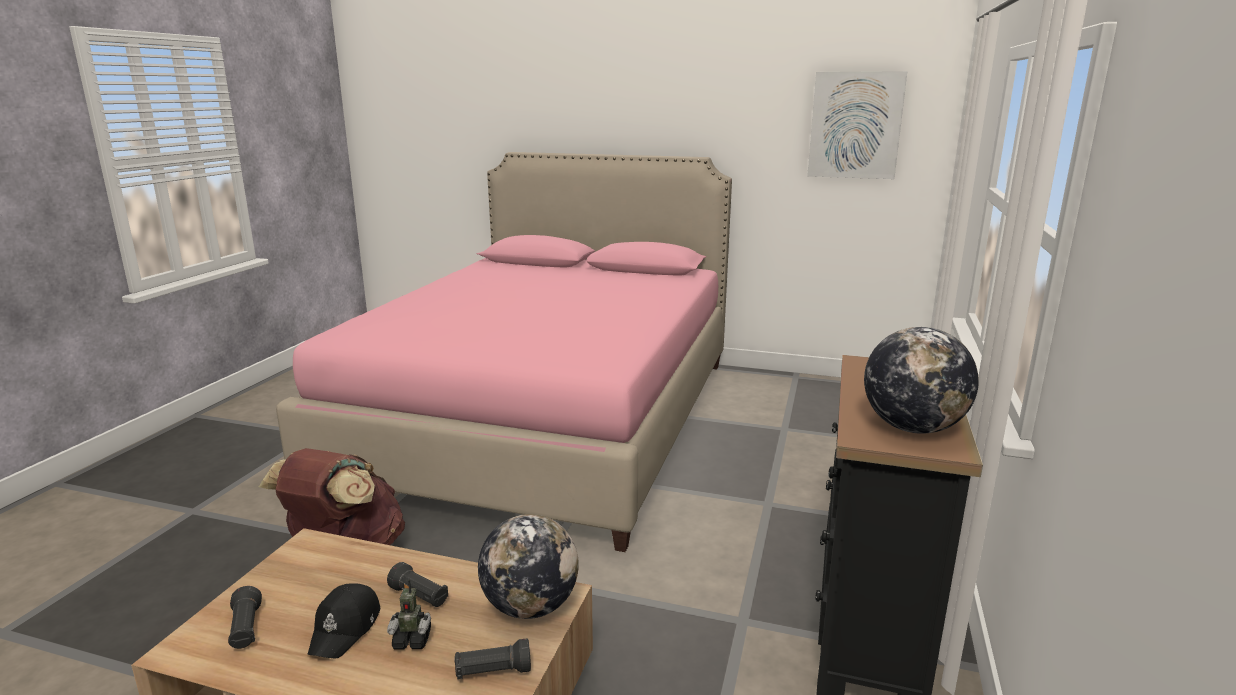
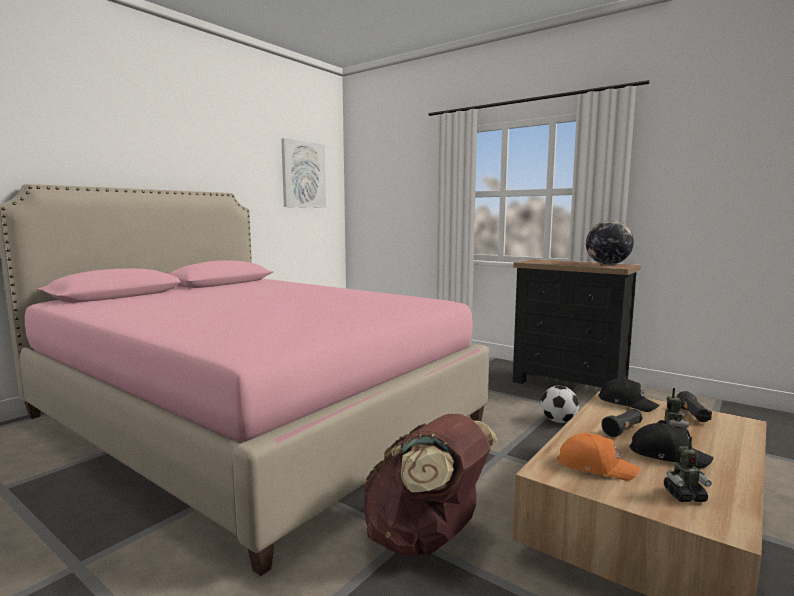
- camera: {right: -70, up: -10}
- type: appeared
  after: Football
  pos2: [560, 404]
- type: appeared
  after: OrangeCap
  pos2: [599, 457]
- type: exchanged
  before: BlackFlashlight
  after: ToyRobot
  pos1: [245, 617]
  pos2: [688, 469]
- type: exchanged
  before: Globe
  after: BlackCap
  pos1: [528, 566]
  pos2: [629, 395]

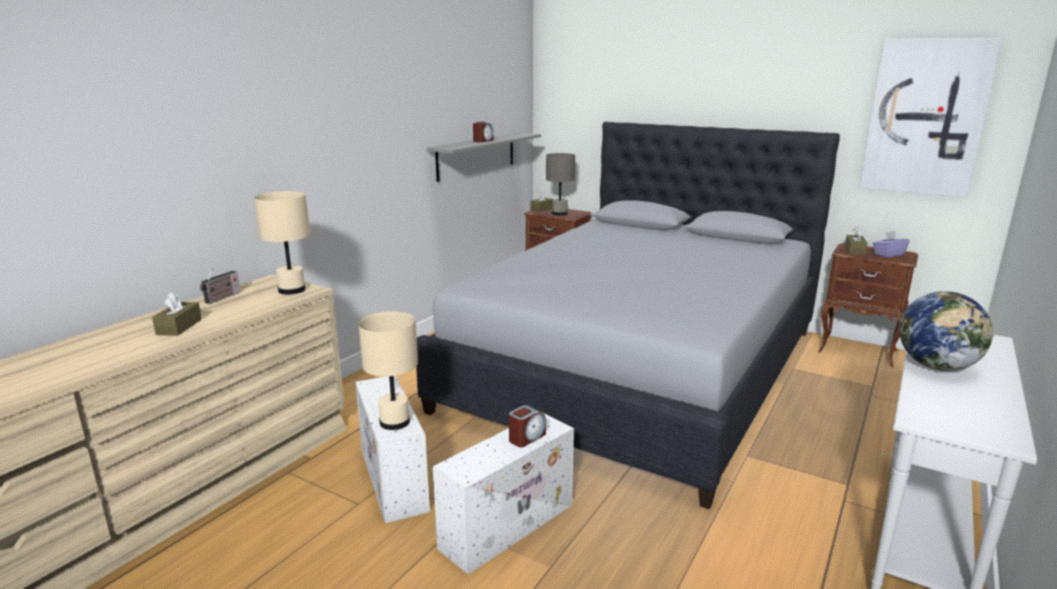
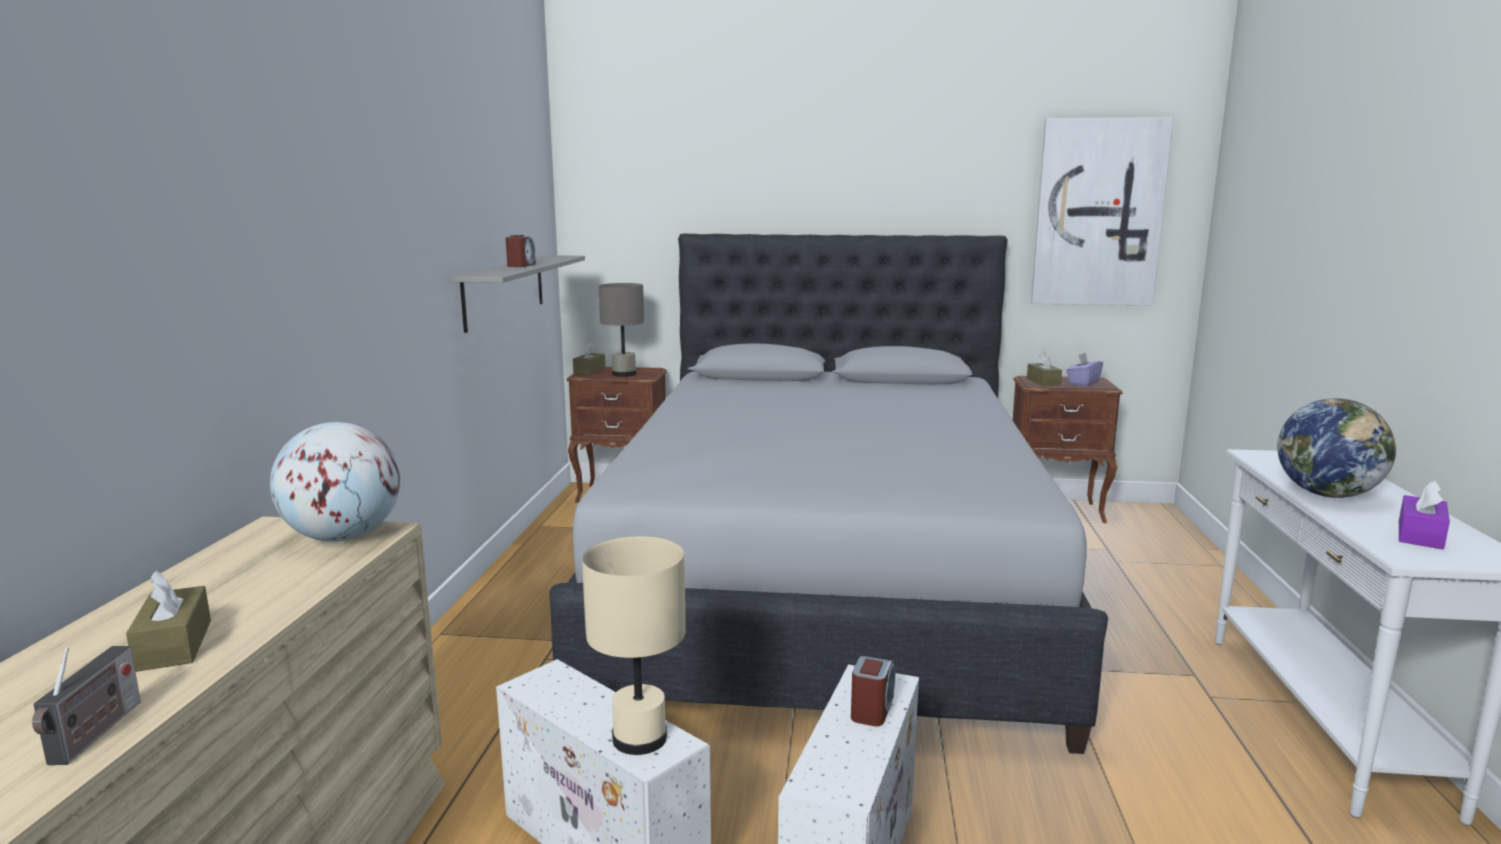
- camera: {right: -25, up: -5}
- type: appeared
  after: PurpleTissueBox
  pos2: [1424, 514]
- type: relocated
  before: Radio
  pos1: [220, 285]
  pos2: [86, 705]
- type: exchanged
  before: BeigeTableLamp
  after: Globe
  pos1: [282, 243]
  pos2: [335, 482]

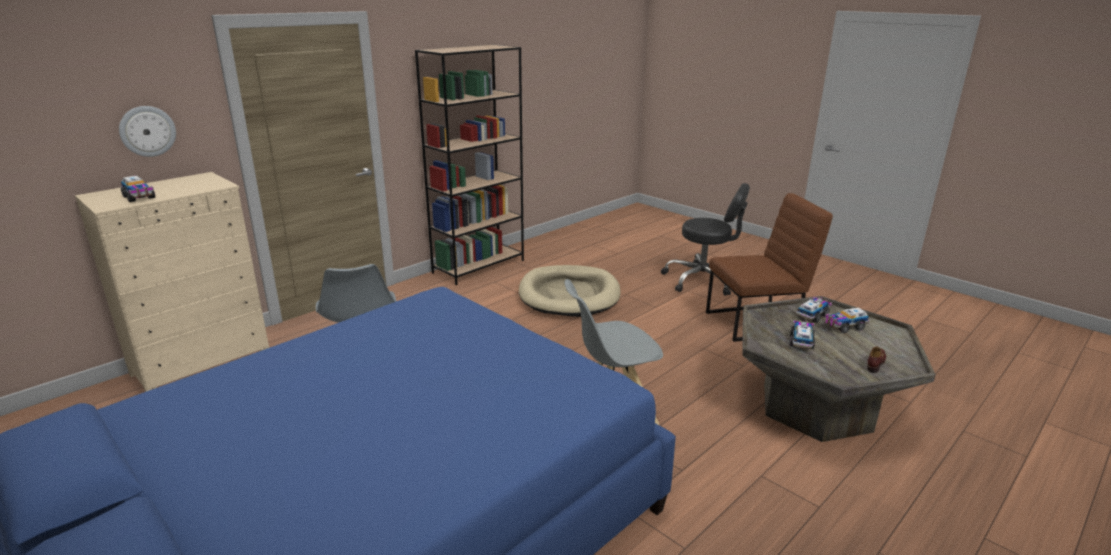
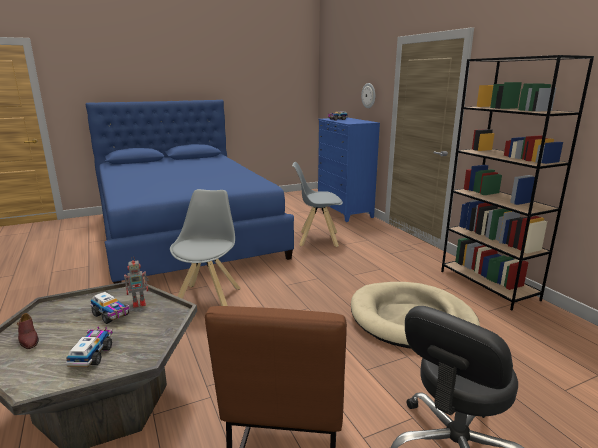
- camera: {right: 110, up: -5}
- type: missing
  before: ToyTruck
  pos1: [814, 310]
- type: appeared
  after: ToyRobot
  pos2: [136, 282]
- type: colour
  before: BeigeDresser
  after: BlueDresser
  pos1: [172, 282]
  pos2: [349, 169]

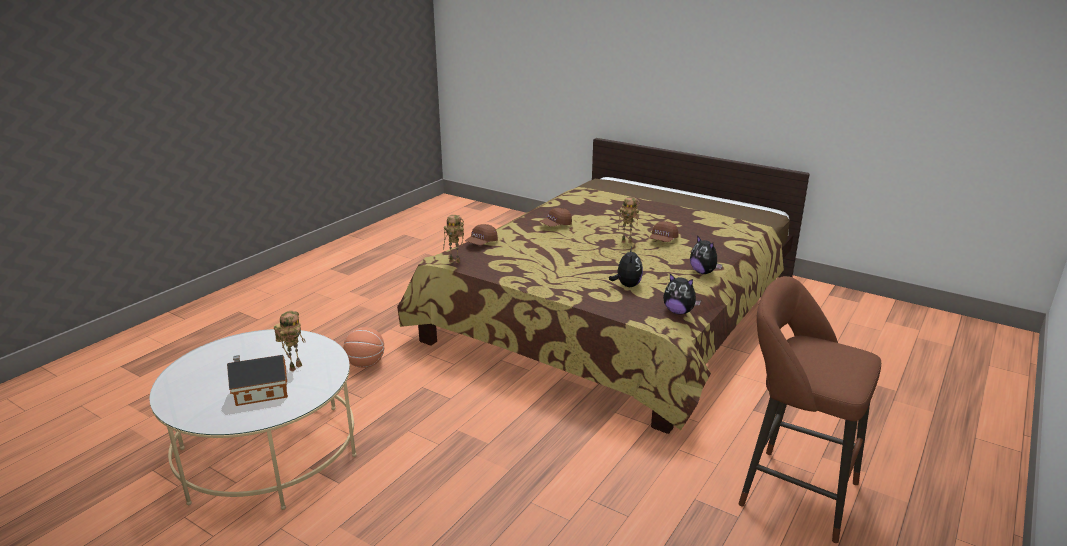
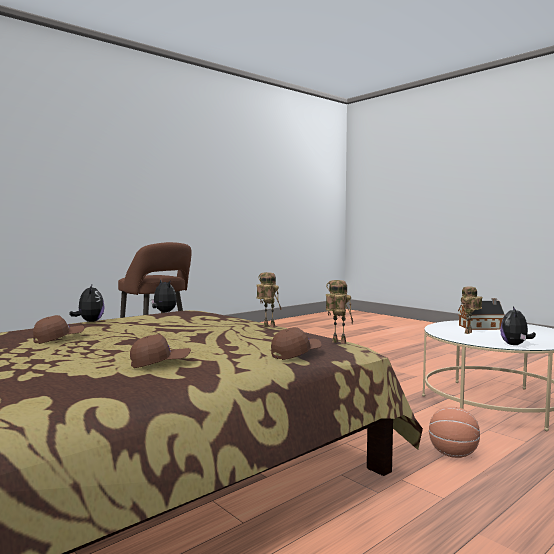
- camera: {right: -165, up: -20}
- type: relocated
  before: PlushToy
  pos1: [626, 267]
  pos2: [518, 325]
- type: relocated
  before: ToyRobot
  pos1: [629, 220]
  pos2: [269, 299]

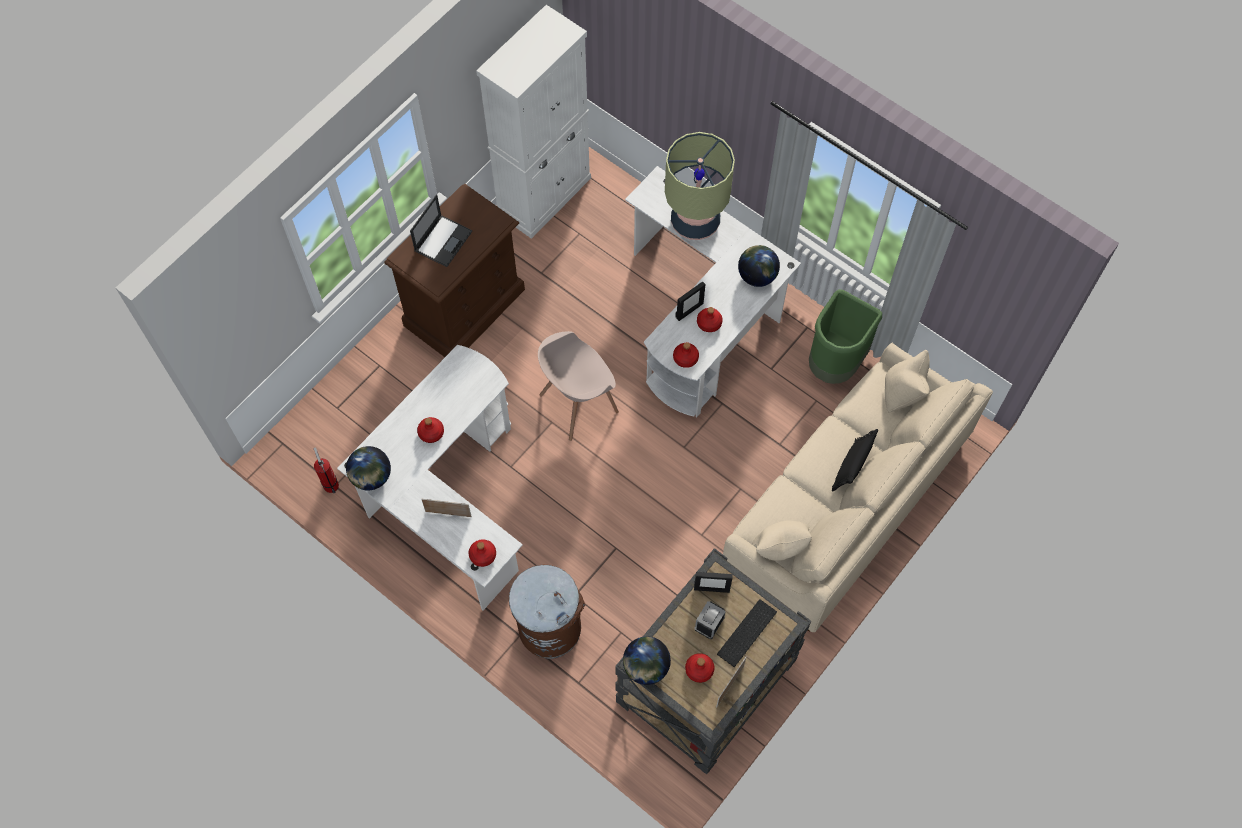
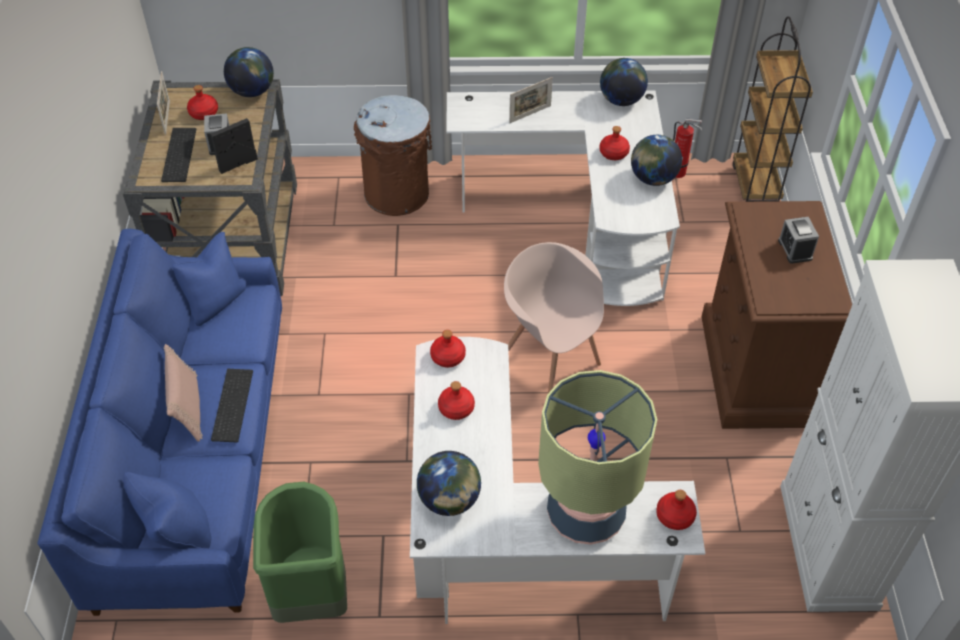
- camera: {right: 140, up: -15}
- type: missing
  before: PictureFrame
  pos1: [690, 301]
- type: appeared
  after: Keyboard
  pos2: [232, 405]
- type: appeared
  after: Globe
  pos2: [656, 160]
- type: appeared
  after: BrownCart
  pos2: [773, 109]
- type: relocated
  before: RedBottle
  pos1: [482, 553]
  pos2: [676, 510]
- type: exchanged
  before: Laptop
  after: AlarmClock
  pos1: [441, 231]
  pos2: [798, 240]
- type: colour
  before: BeigeSofa
  after: BlueSofa
  pos1: [858, 487]
  pos2: [160, 422]
- type: colour
  before: BlackPillow
  after: BeigePillow
  pos1: [855, 460]
  pos2: [183, 393]
- type: spun
  before: BeigeChair
  pos1: [578, 386]
  pos2: [554, 317]
  turn: -60

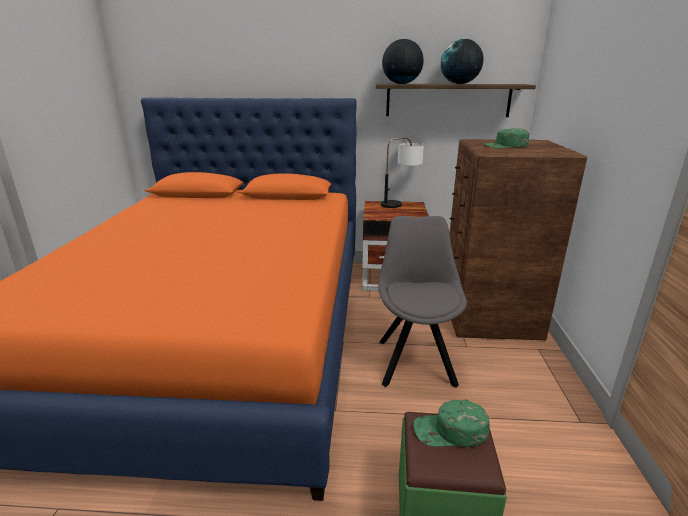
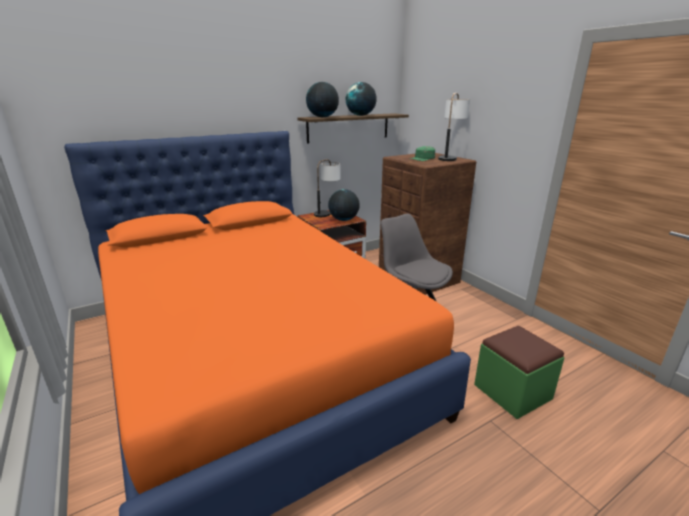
- camera: {right: -35, up: 0}
- type: missing
  before: GreenCap
  pos1: [451, 423]
- type: appeared
  after: Globe
  pos2: [344, 205]
- type: appeared
  after: TableLamp
  pos2: [454, 127]

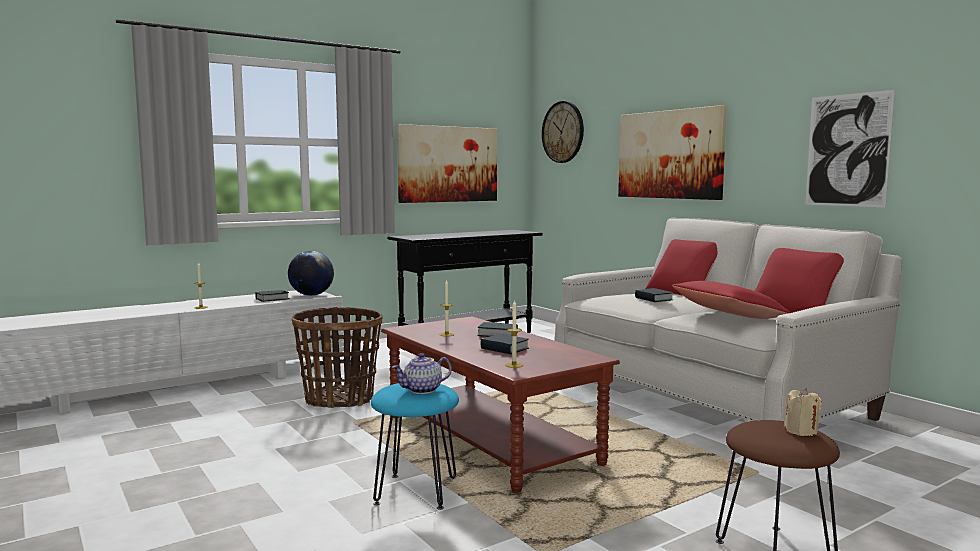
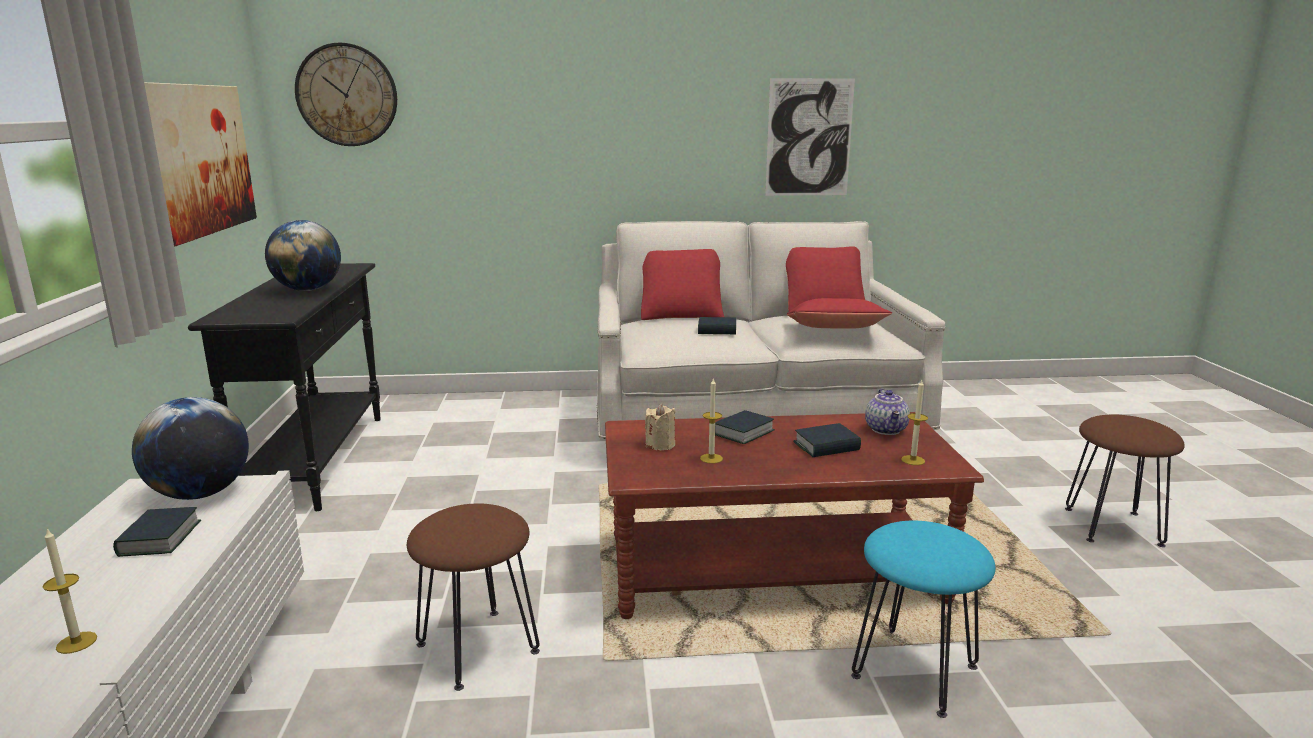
- camera: {right: -60, up: 10}
- type: missing
  before: Picture
  pos1: [672, 152]
- type: appeared
  after: Globe
  pos2: [303, 255]
- type: relocated
  before: Teapot
  pos1: [422, 373]
  pos2: [887, 411]
- type: relocated
  before: BeigeCandle
  pos1: [803, 412]
  pos2: [660, 427]
- type: exchanged
  before: Basket
  after: BrownStool
  pos1: [337, 357]
  pos2: [473, 597]

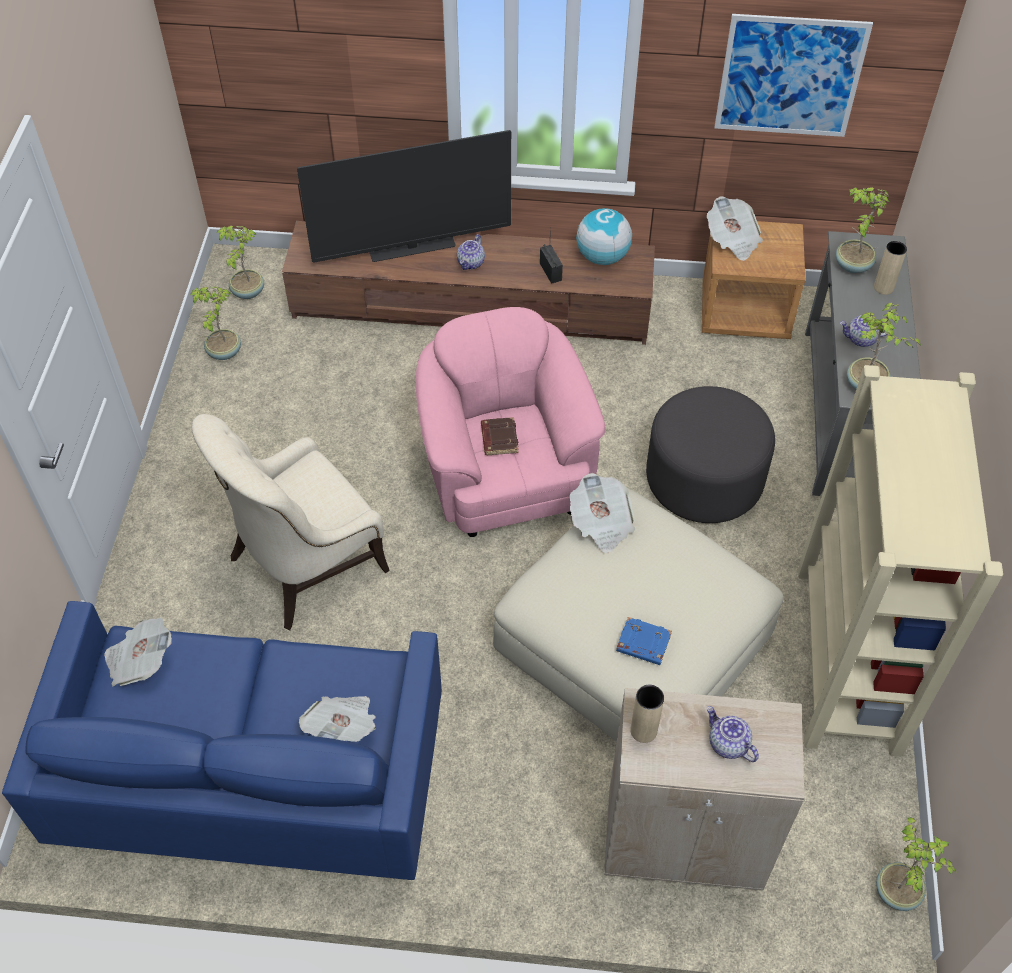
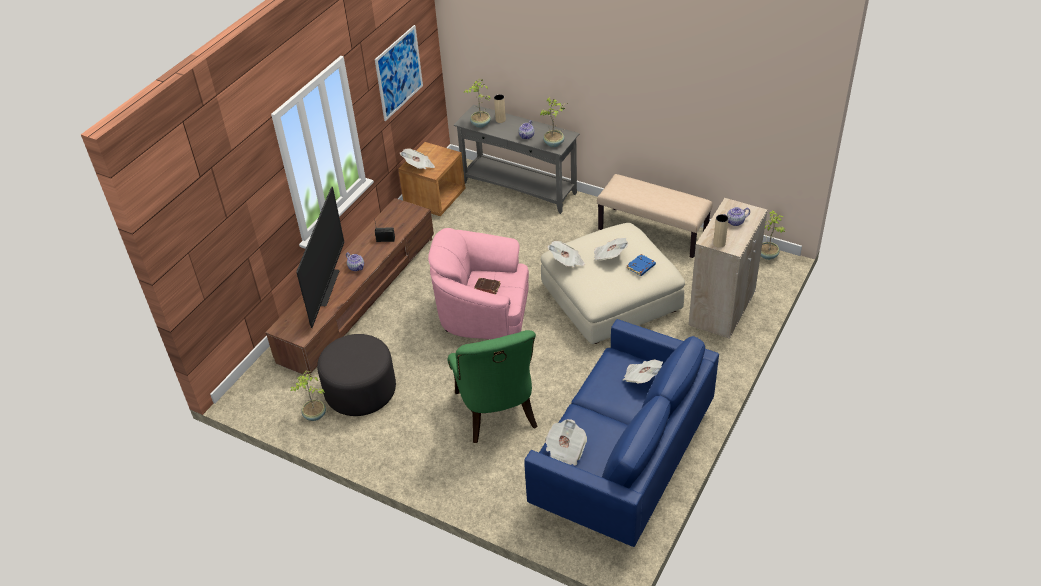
- camera: {right: -65, up: -10}
- type: missing
  before: PottedPlant
  pos1: [240, 262]
- type: missing
  before: Globe
  pos1: [604, 236]
- type: appeared
  after: Newspaper
  pos2: [611, 249]
- type: relocated
  before: GreyOttoman
  pos1: [710, 454]
  pos2: [356, 375]
- type: exchanged
  before: BeigeBookcase
  after: BeigeBench
  pos1: [900, 561]
  pos2: [654, 216]
- type: colour
  before: BeigeArmchair
  after: GreenArmchair
  pos1: [291, 522]
  pos2: [493, 386]

